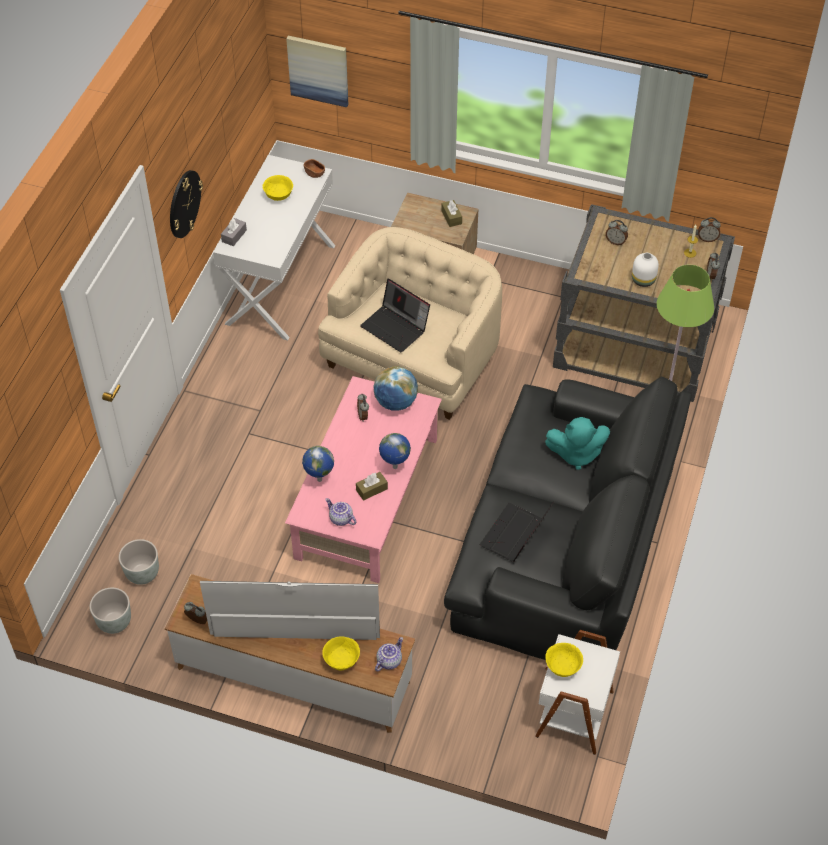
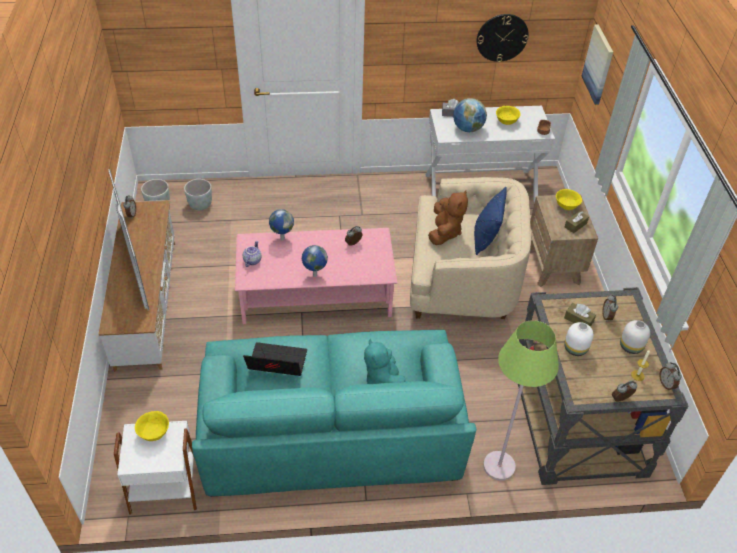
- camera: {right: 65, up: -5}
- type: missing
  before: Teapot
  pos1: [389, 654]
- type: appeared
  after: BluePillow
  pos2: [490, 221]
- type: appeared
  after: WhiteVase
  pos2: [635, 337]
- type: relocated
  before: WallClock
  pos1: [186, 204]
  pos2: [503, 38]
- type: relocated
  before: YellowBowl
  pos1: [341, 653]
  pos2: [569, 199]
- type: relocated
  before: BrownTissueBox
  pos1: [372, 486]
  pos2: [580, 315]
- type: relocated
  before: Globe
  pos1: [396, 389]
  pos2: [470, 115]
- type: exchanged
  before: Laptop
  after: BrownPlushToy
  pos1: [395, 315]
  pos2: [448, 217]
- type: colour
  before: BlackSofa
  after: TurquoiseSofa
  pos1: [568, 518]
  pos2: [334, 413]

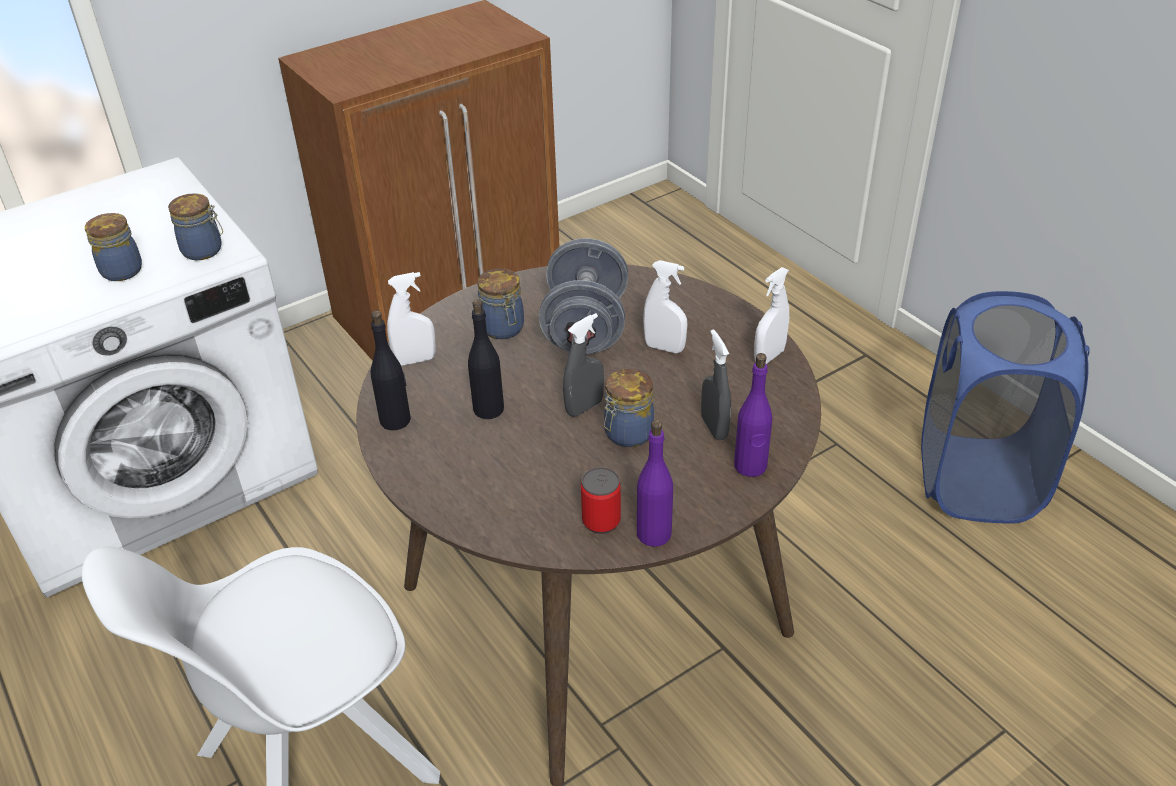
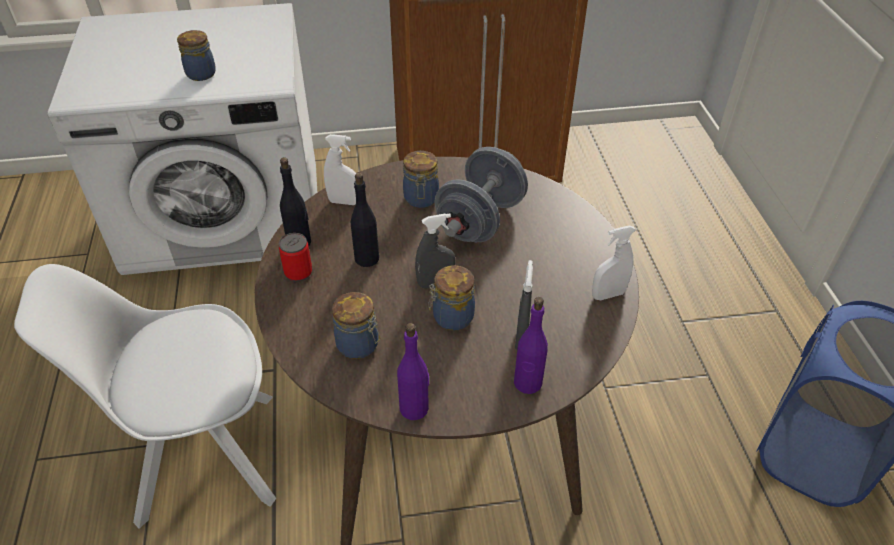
- camera: {right: 25, up: 5}
- type: missing
  before: WhiteSprayBottle
  pos1: [665, 306]
- type: relocated
  before: Jar
  pos1: [195, 226]
  pos2: [356, 325]
- type: relocated
  before: Can
  pos1: [601, 500]
  pos2: [295, 257]

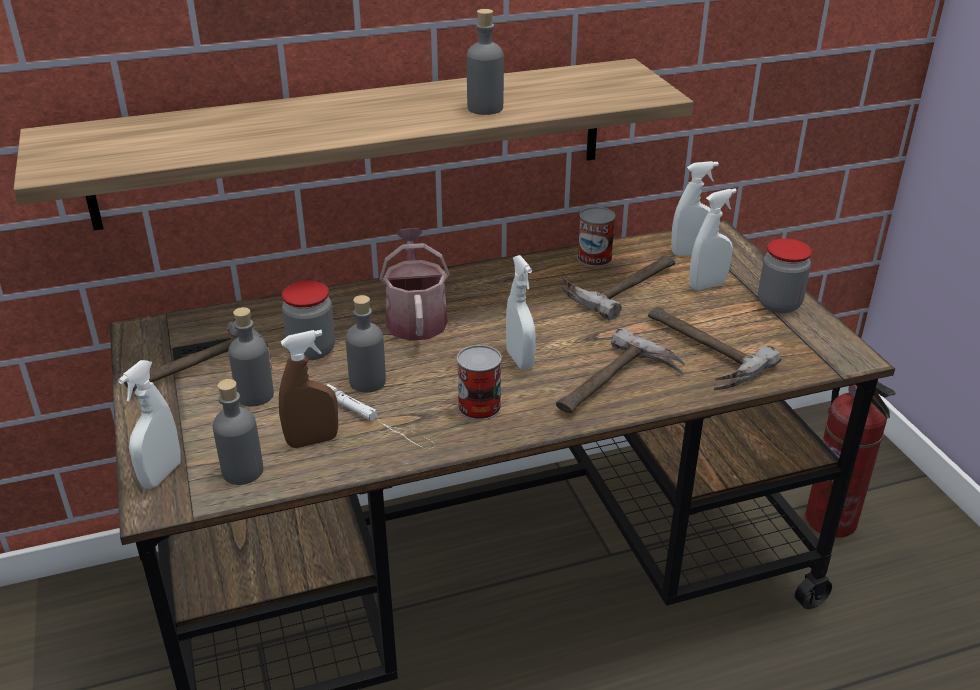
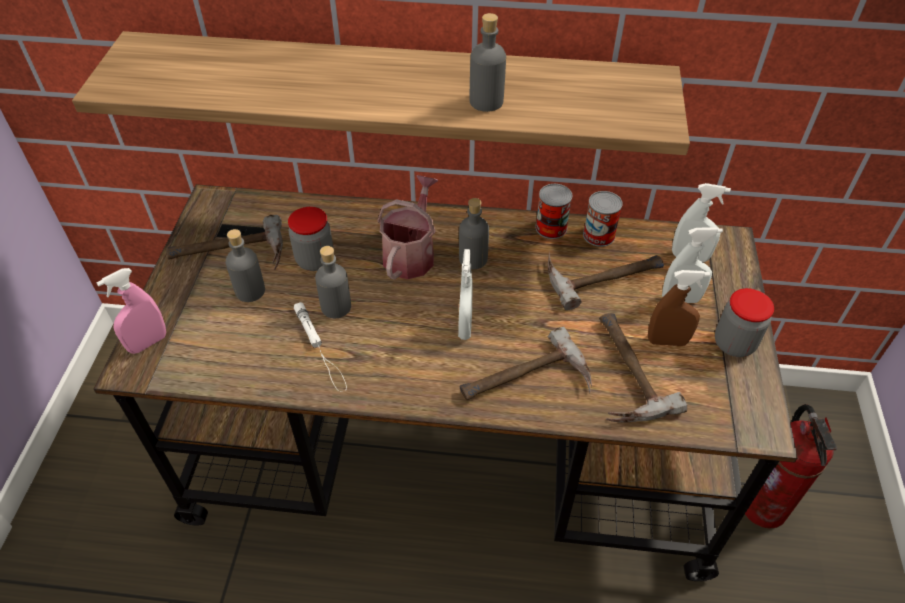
- camera: {right: 25, up: 15}
- type: relocated
  before: GreyBottle
  pos1: [238, 432]
  pos2: [474, 233]
- type: relocated
  before: BrownSprayBottle
  pos1: [308, 389]
  pos2: [679, 308]
- type: relocated
  before: Can
  pos1: [479, 382]
  pos2: [554, 211]
- type: colour
  before: WhiteSprayBottle
  after: PinkSprayBottle
  pos1: [149, 424]
  pos2: [131, 311]

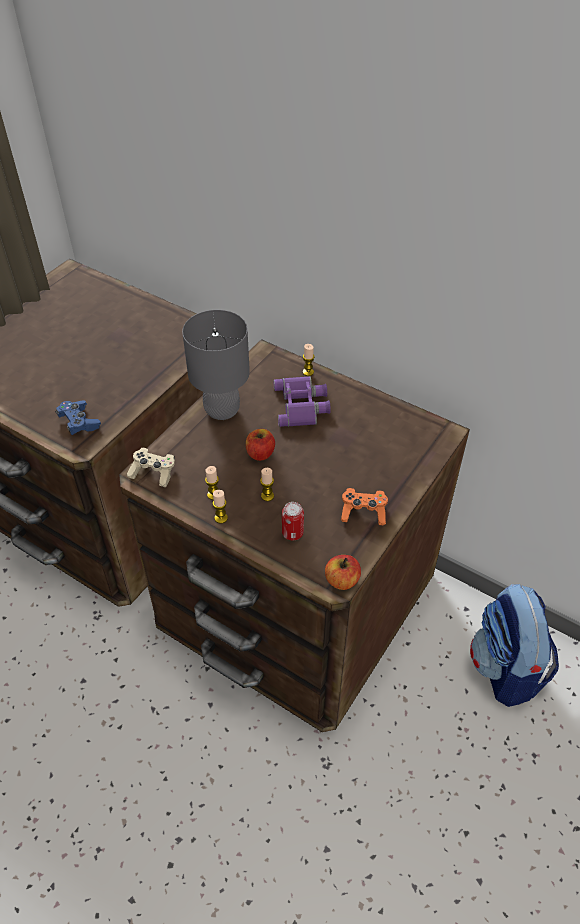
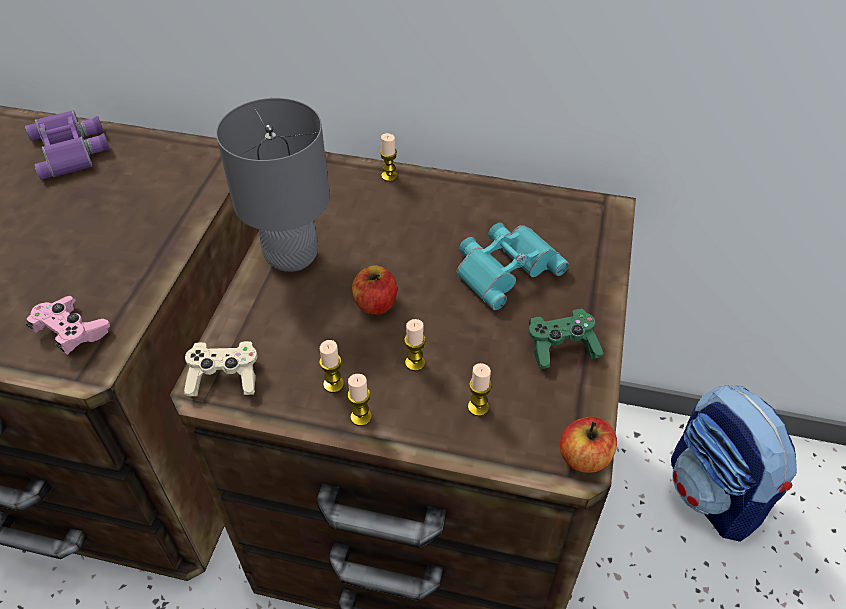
- camera: {right: -20, up: 0}
- type: appeared
  after: TurquoiseBinoculars
  pos2: [512, 266]
- type: relocated
  before: PurpleBinoculars
  pos1: [302, 401]
  pos2: [67, 145]
- type: exchanged
  before: Can
  after: Candle
  pos1: [293, 521]
  pos2: [480, 389]
- type: colour
  before: BlueGameController
  after: PinkGameController
  pos1: [78, 417]
  pos2: [68, 325]
- type: colour
  before: OrangeGameController
  after: GreenGameController
  pos1: [364, 506]
  pos2: [566, 339]

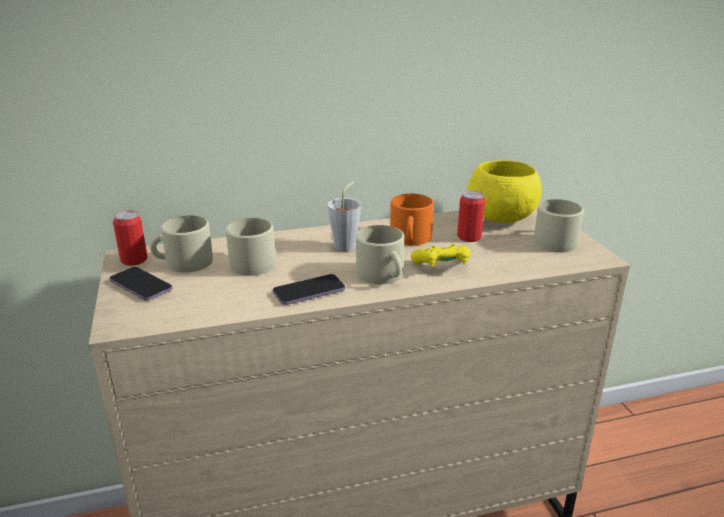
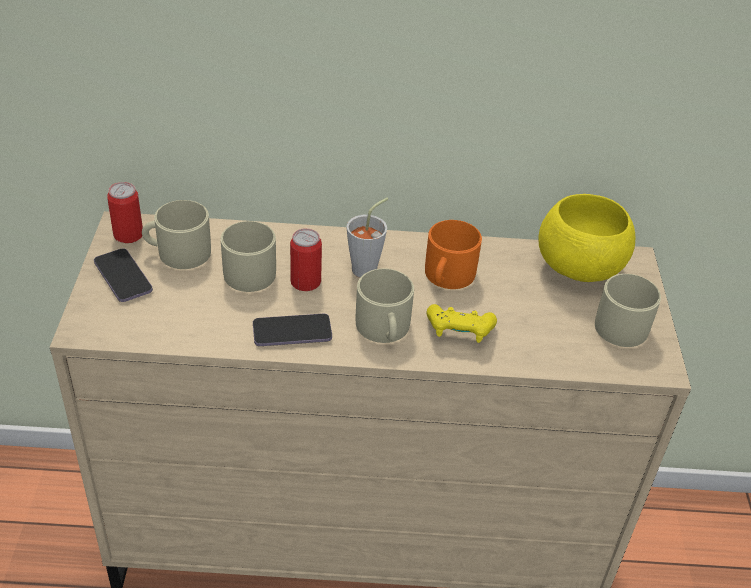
- camera: {right: 15, up: 15}
- type: relocated
  before: Can
  pos1: [471, 216]
  pos2: [306, 259]

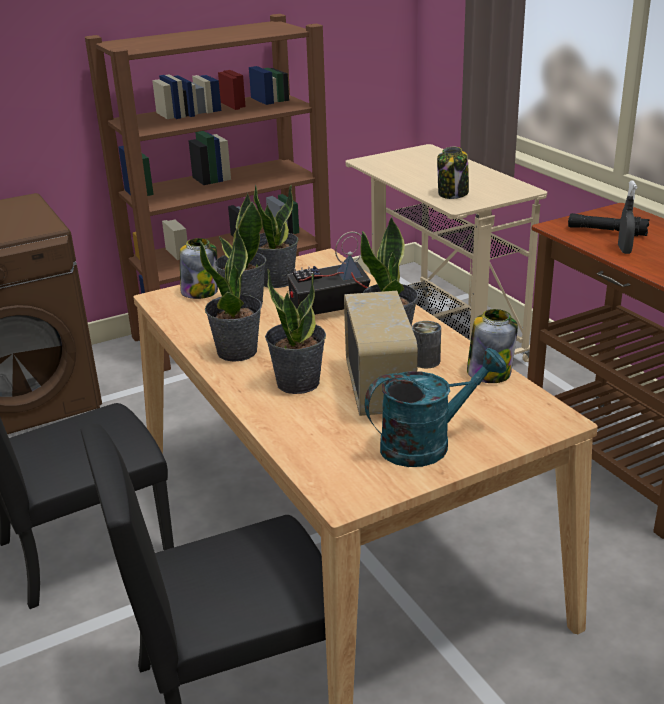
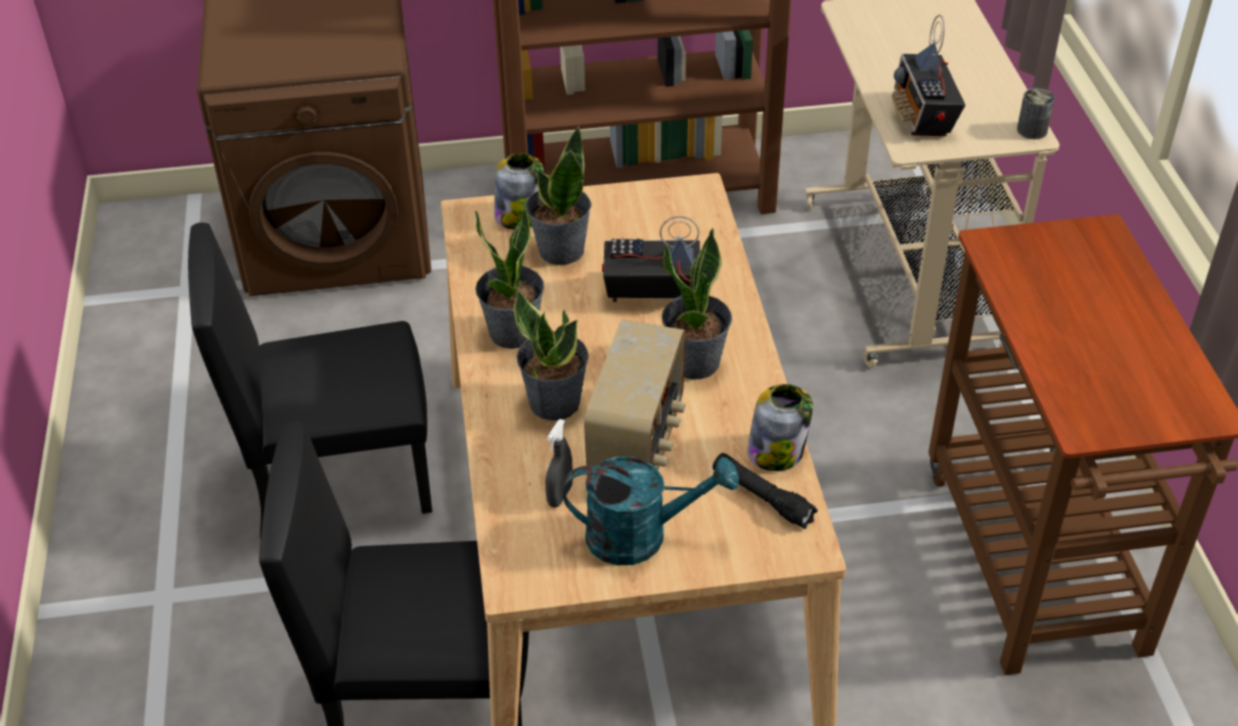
- camera: {right: 20, up: 15}
- type: missing
  before: PottedPlant
  pos1: [276, 236]
- type: relocated
  before: Can
  pos1: [426, 344]
  pos2: [1036, 113]
- type: relocated
  before: BlackFlashlight
  pos1: [609, 225]
  pos2: [765, 491]
- type: relocated
  before: GreySprayBottle
  pos1: [627, 217]
  pos2: [559, 463]
- type: exchanged
  before: Jar
  after: Radio
  pos1: [453, 173]
  pos2: [928, 75]

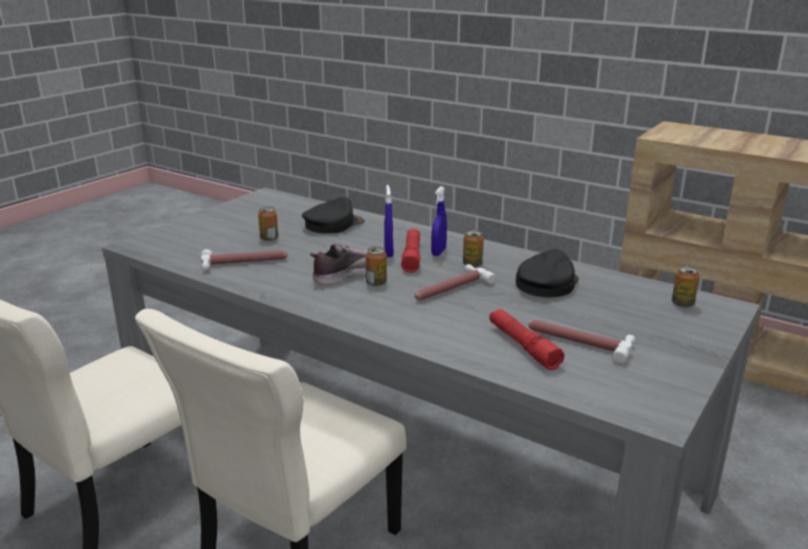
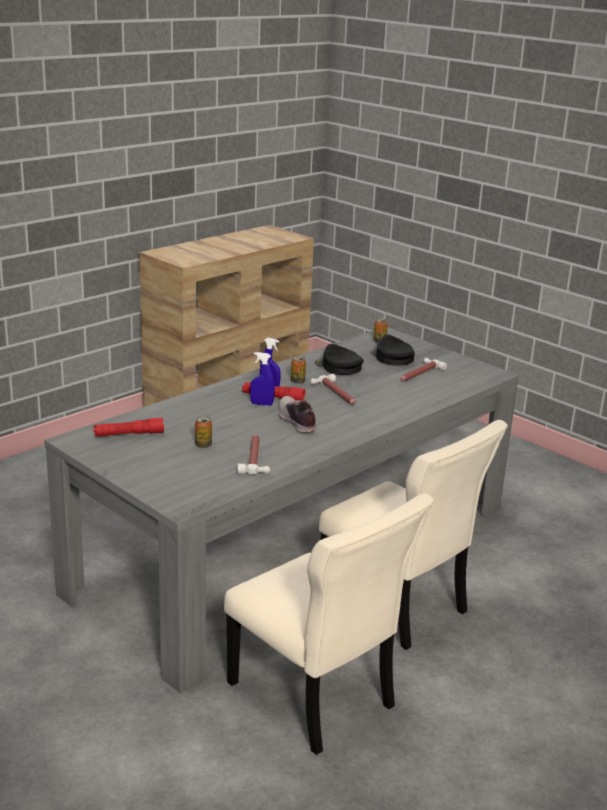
- camera: {right: -80, up: 0}
- type: missing
  before: Can
  pos1: [376, 266]
- type: relocated
  before: BlackCap
  pos1: [333, 215]
  pos2: [393, 350]
- type: relocated
  before: RedFlashlight
  pos1: [526, 339]
  pos2: [128, 427]

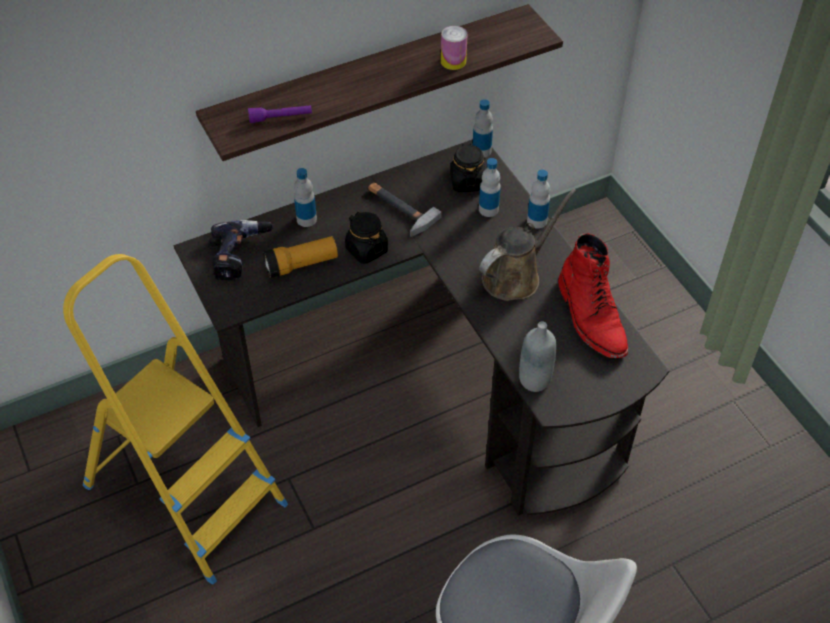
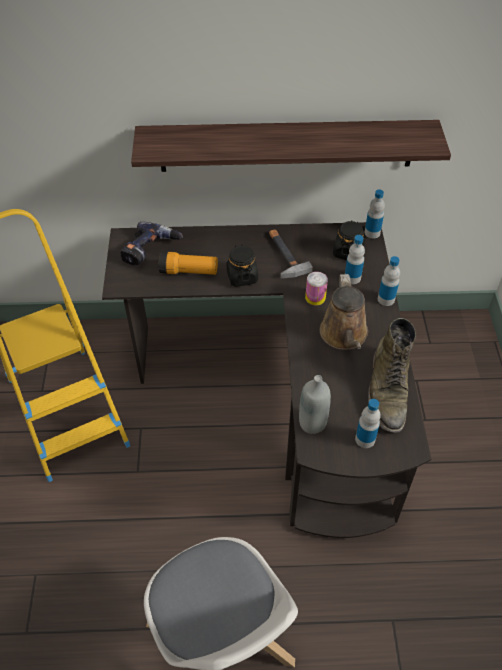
- camera: {right: 25, up: 0}
- type: missing
  before: PurpleFlashlight
  pos1: [280, 114]
- type: relocated
  before: Bottle
  pos1: [305, 197]
  pos2: [368, 423]
- type: relocated
  before: Can
  pos1: [454, 48]
  pos2: [316, 289]
- type: colour
  before: RedBoot
  after: GreenBoot
  pos1: [593, 295]
  pos2: [392, 375]
- type: spun
  before: BrownWateringCan
  pos1: [527, 245]
  pos2: [344, 312]
  turn: 105

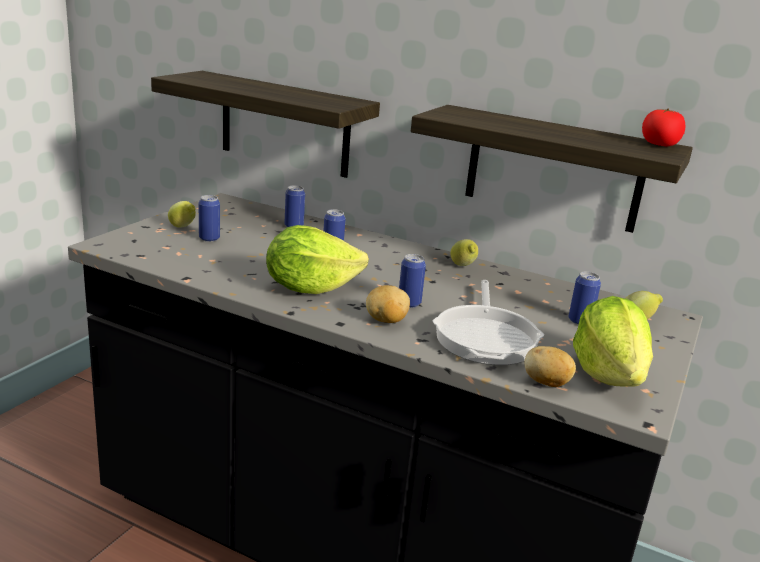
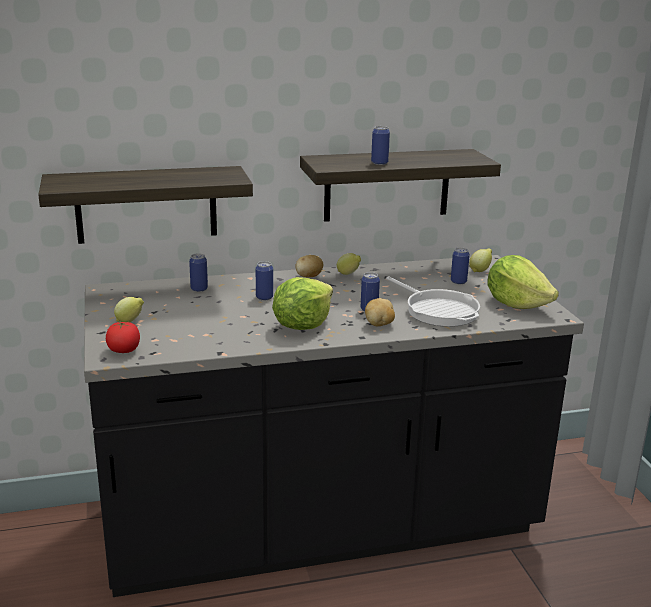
- camera: {right: -40, up: 0}
- type: relocated
  before: Can
  pos1: [209, 218]
  pos2: [380, 145]
- type: relocated
  before: Potato
  pos1: [550, 366]
  pos2: [309, 266]
- type: relocated
  before: Tomato
  pos1: [663, 127]
  pos2: [123, 337]

